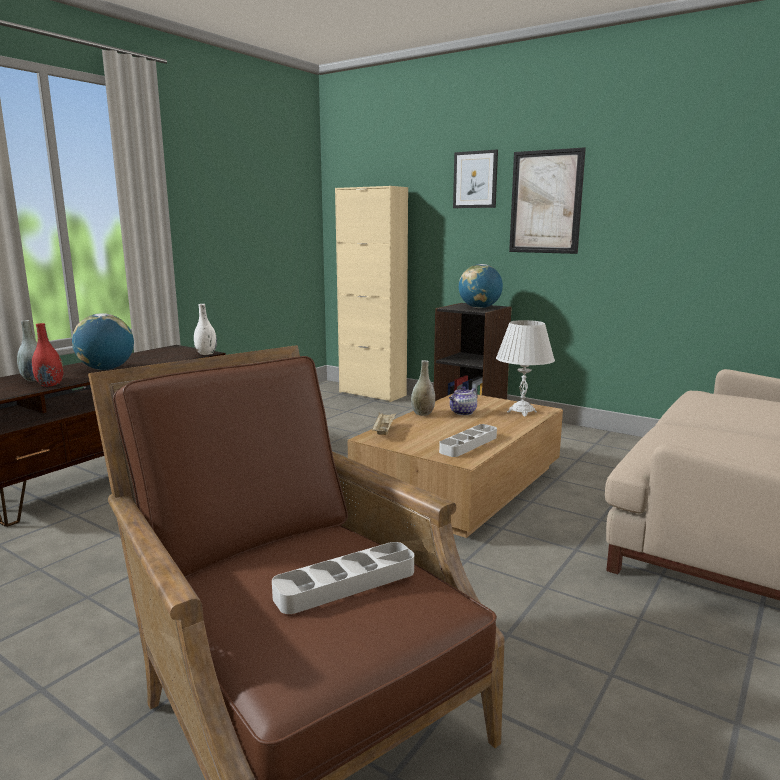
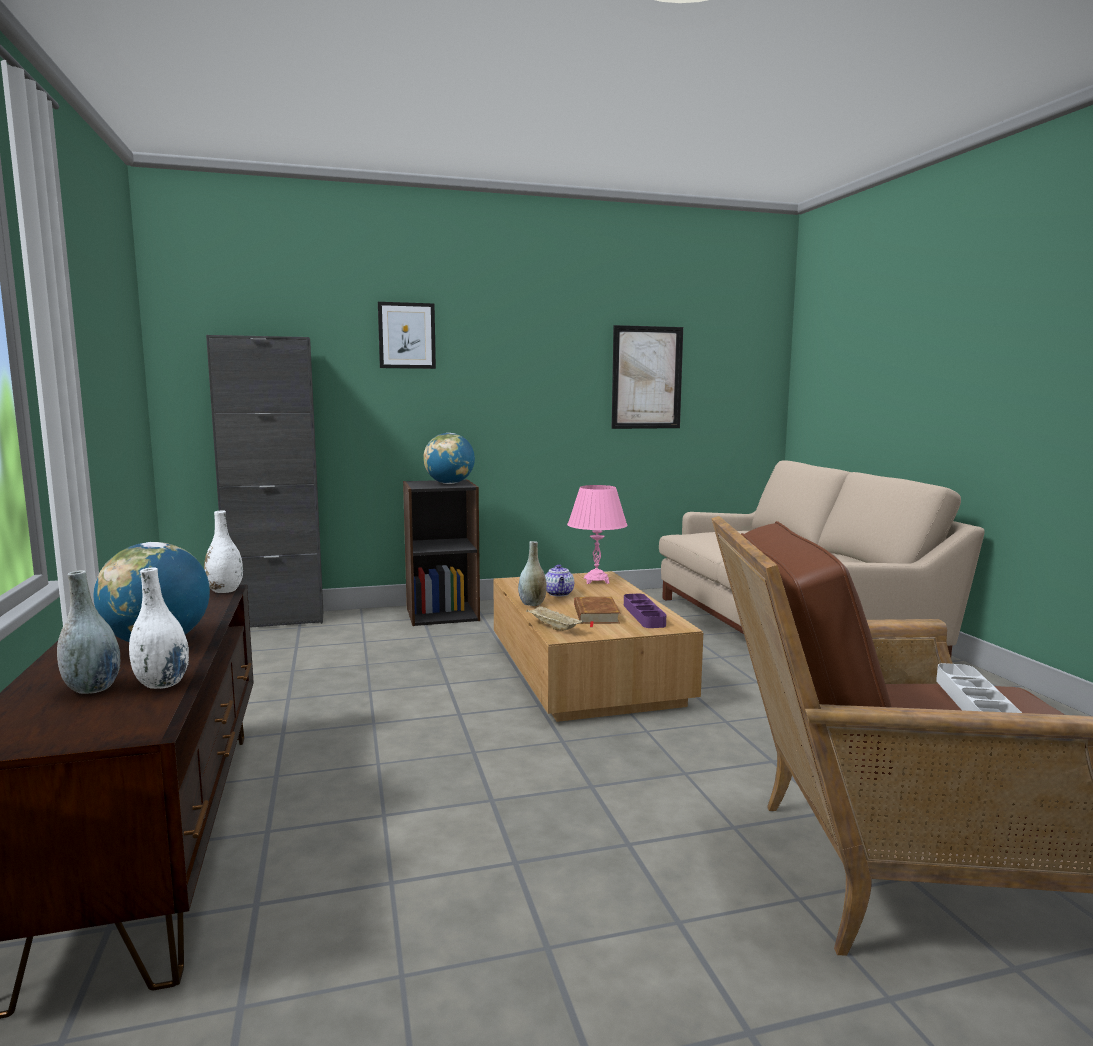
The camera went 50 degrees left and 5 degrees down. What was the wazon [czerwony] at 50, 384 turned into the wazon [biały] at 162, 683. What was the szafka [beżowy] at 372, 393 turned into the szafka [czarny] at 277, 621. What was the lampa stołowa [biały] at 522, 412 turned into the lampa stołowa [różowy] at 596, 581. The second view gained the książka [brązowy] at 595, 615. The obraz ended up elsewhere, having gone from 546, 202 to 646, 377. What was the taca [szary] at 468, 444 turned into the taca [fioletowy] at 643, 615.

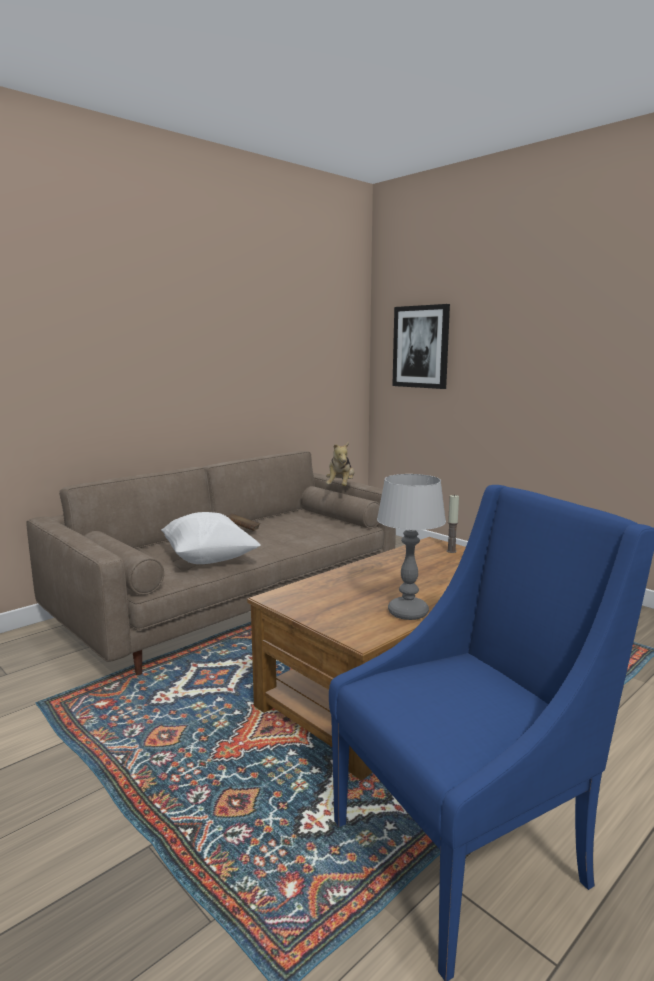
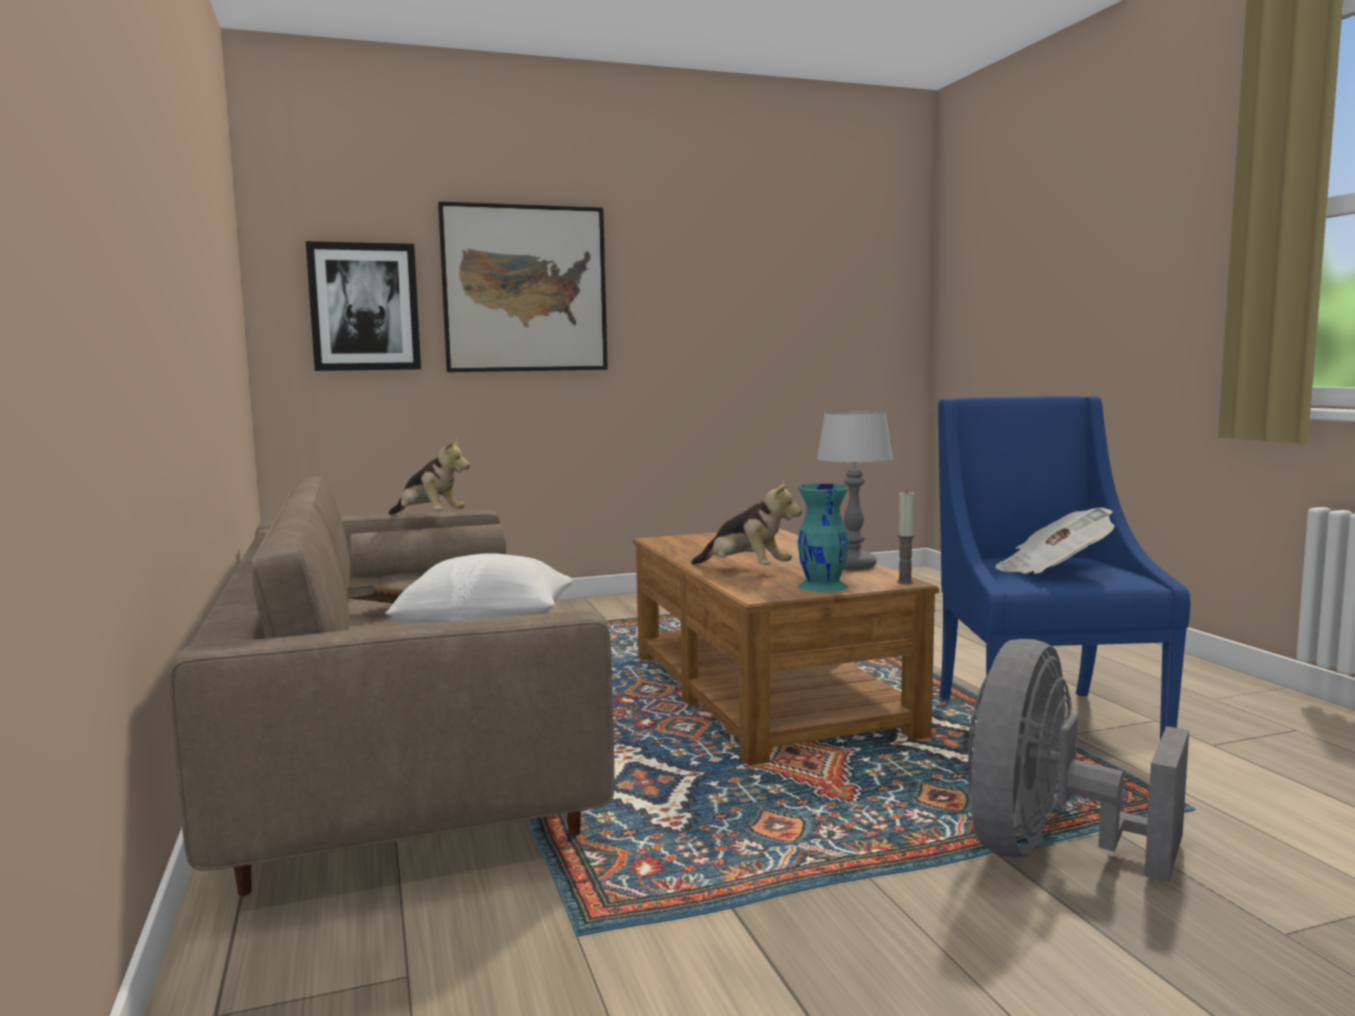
The camera went 65 degrees left and 5 degrees down. The second view gained the obraz at 525, 289. The second view gained the pluszak at 745, 570. The second view gained the wazon [turkusowy] at 823, 586. The świeca ended up elsewhere, having gone from 451, 551 to 905, 582. The second view gained the wentylator [szary] at 1048, 850. The second view gained the gazeta at 1052, 570.

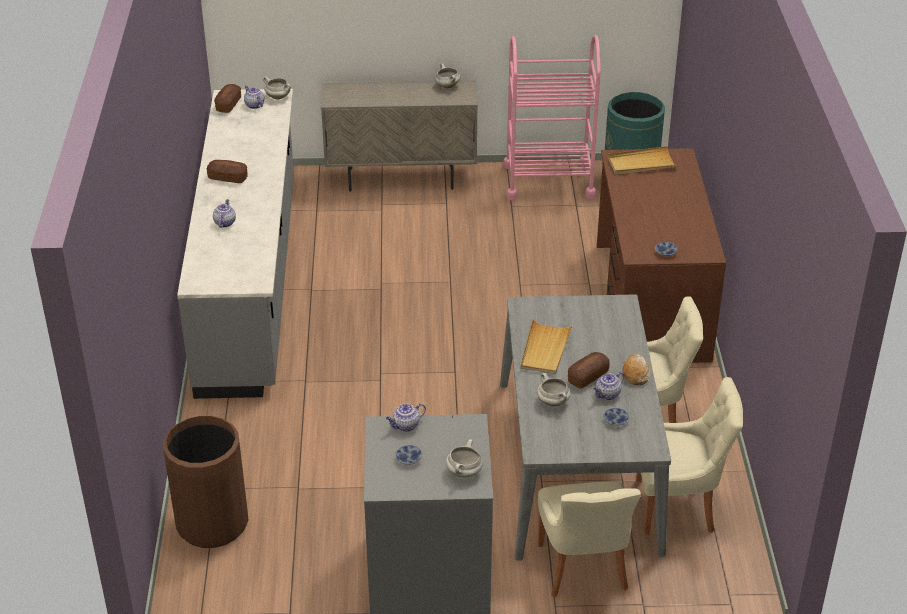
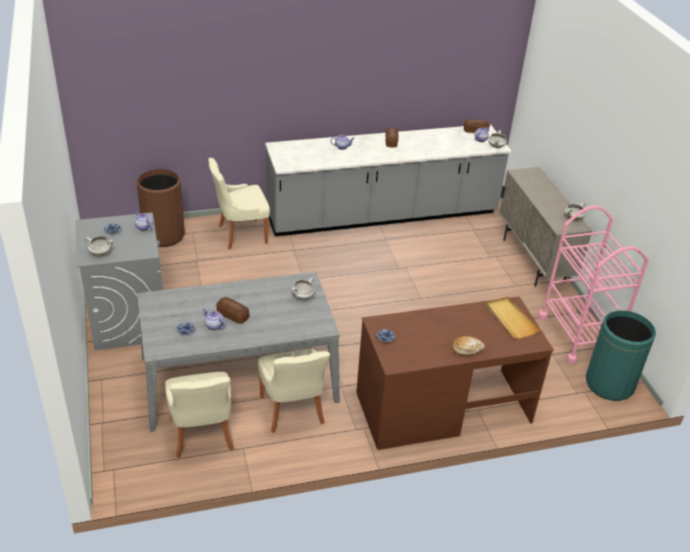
The camera went 75 degrees right and 0 degrees up. The krzesło [beżowy] ended up elsewhere, having gone from 584, 569 to 240, 234. The garnek [biały] ended up elsewhere, having gone from 553, 402 to 302, 297. The chleb ended up elsewhere, having gone from 636, 373 to 467, 349. The second view lost the taca [beżowy] at 545, 349.

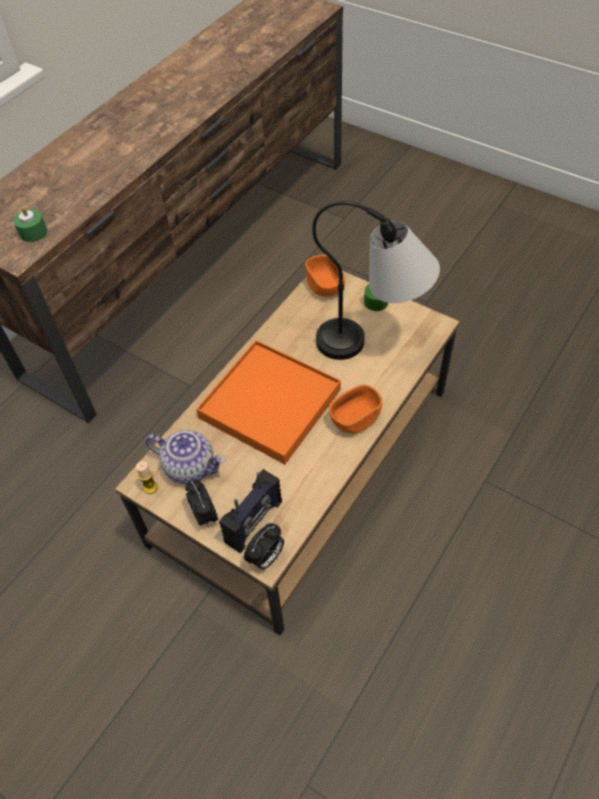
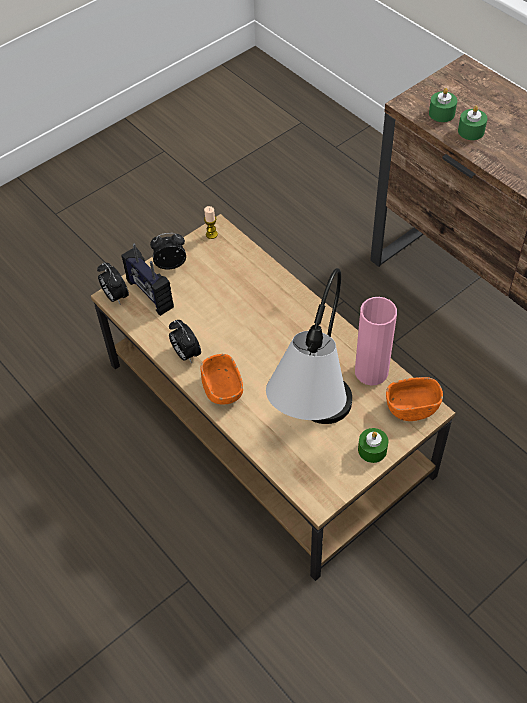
The camera went 105 degrees right and 0 degrees up. The second view gained the budzik at 186, 354. The second view gained the wazon [różowy] at 371, 371. The second view gained the świeca [zielony] at 471, 131. The second view lost the imbryk at 190, 466. The second view lost the taca [pomarańczowy] at 270, 404.

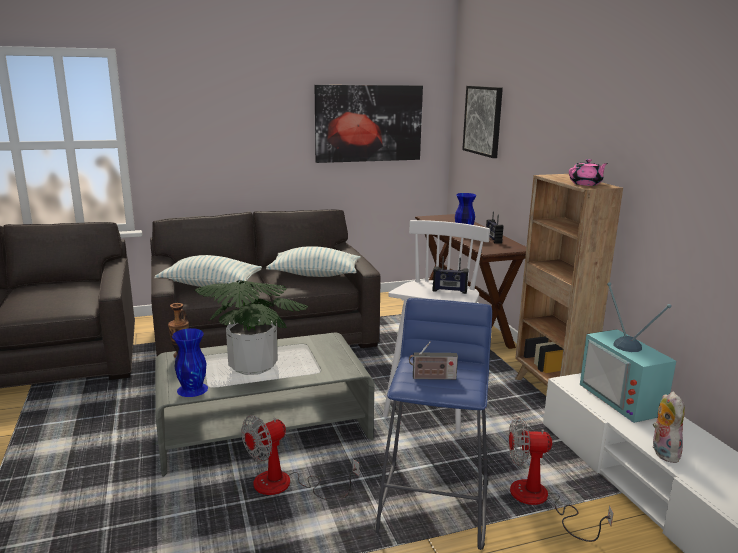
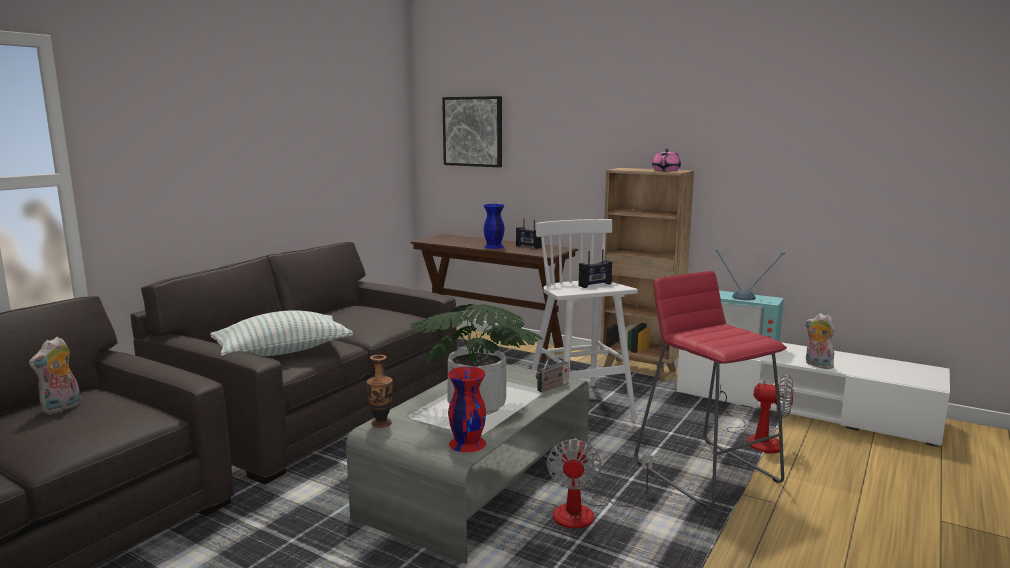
The camera went 40 degrees left and 5 degrees down. The second view gained the pluszak at 62, 408. What was the wazon [niebieski] at 192, 389 turned into the wazon [czerwony] at 466, 443. The radio ended up elsewhere, having gone from 432, 378 to 552, 387. What was the stołek [niebieski] at 434, 504 turned into the stołek [czerwony] at 706, 471. The wentylator at 540, 502 ended up facing another way, 120 degrees counterclockwise from before. The second view lost the poduszka at 315, 275. The second view lost the obraz at 368, 123.

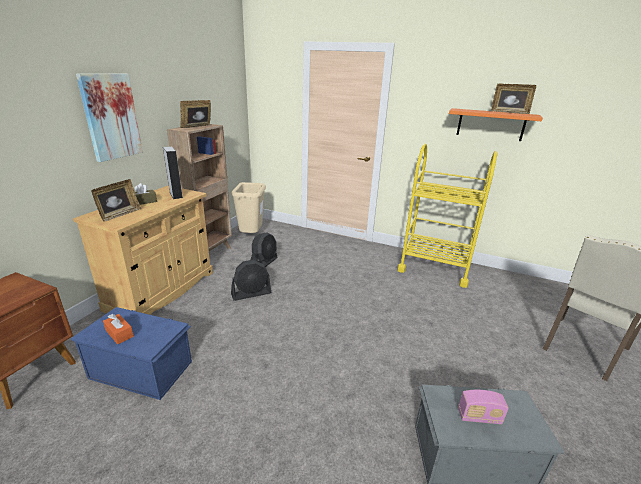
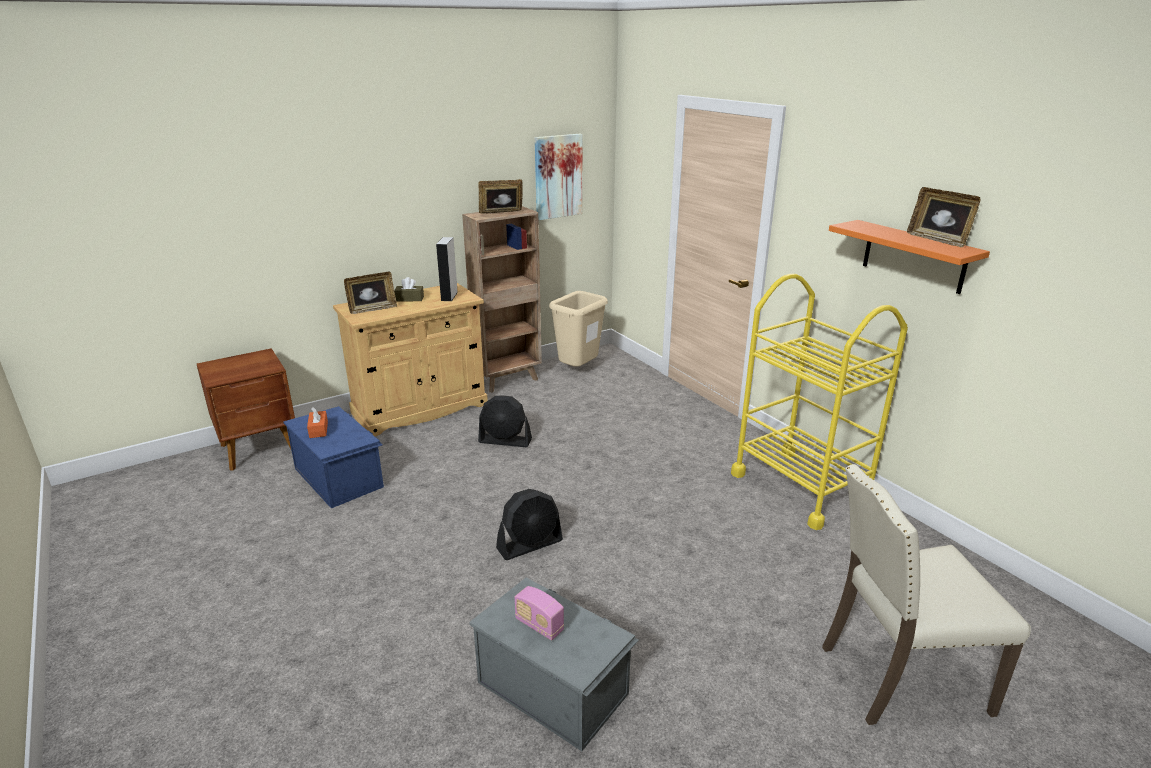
The camera went 35 degrees right and 0 degrees up. The wentylator [czarny] ended up elsewhere, having gone from 264, 263 to 530, 544. The obraz ended up elsewhere, having gone from 111, 117 to 558, 176.

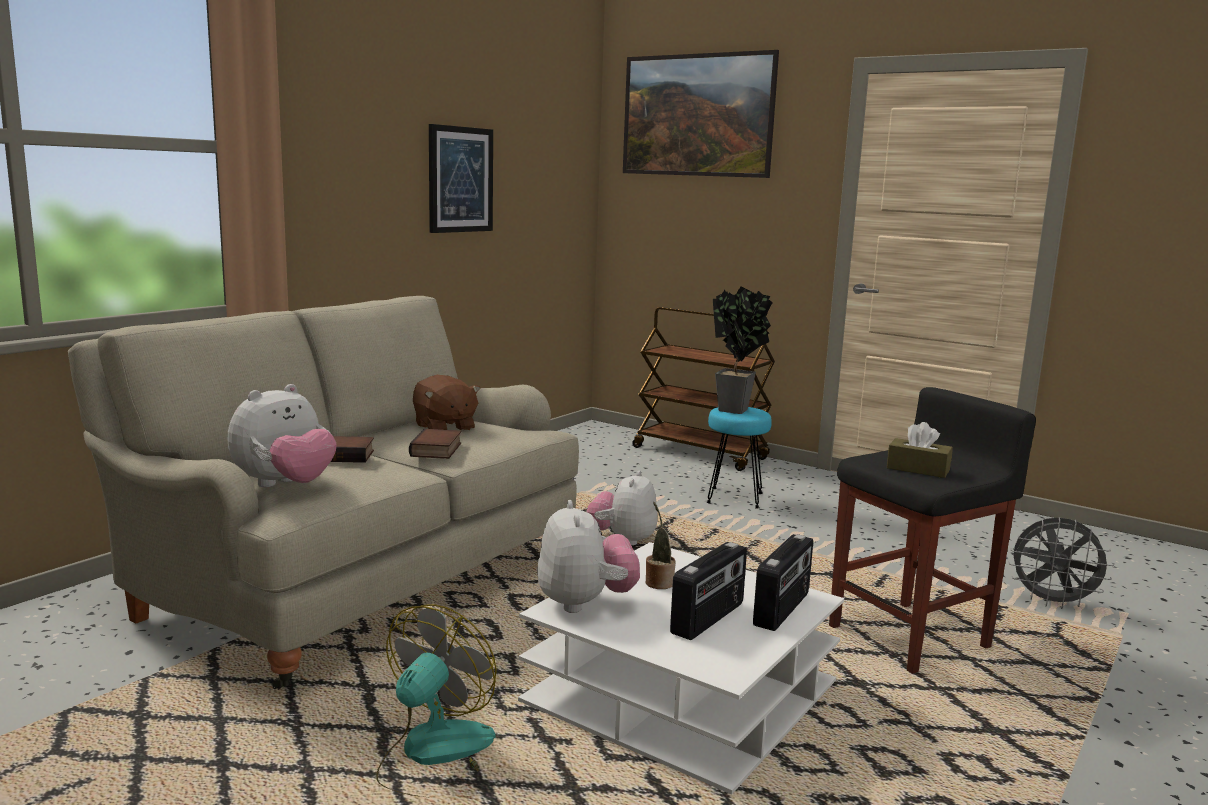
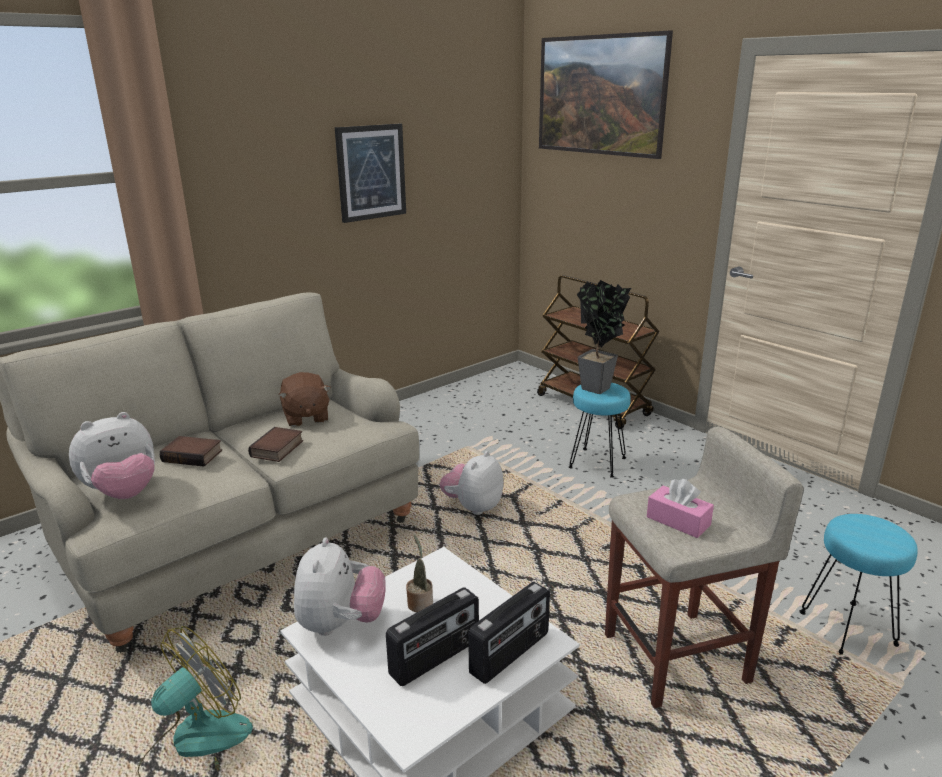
The camera went 15 degrees right and 10 degrees up. What was the stołek [czarny] at 910, 637 turned into the stołek [beżowy] at 677, 658. What was the pudełko chusteczek [brązowy] at 918, 469 turned into the pudełko chusteczek [różowy] at 678, 521. Where the wentylator [szary] stood at 1052, 602, the stołek [turkusowy] came to stand at 848, 628.

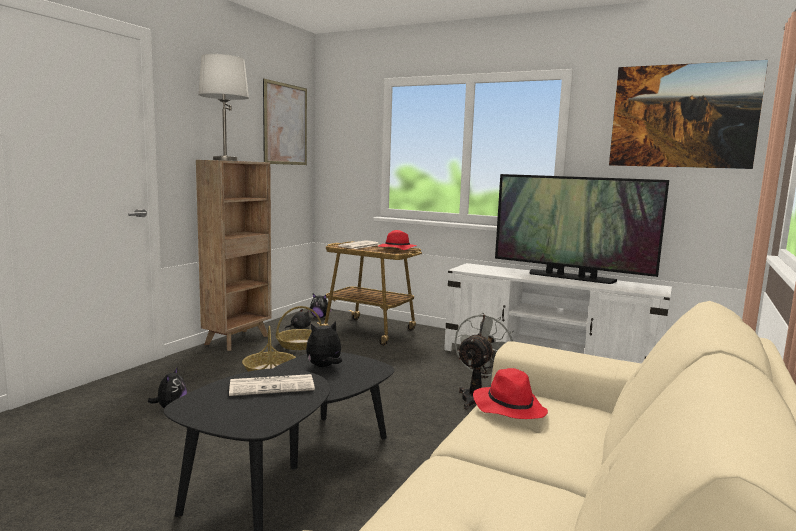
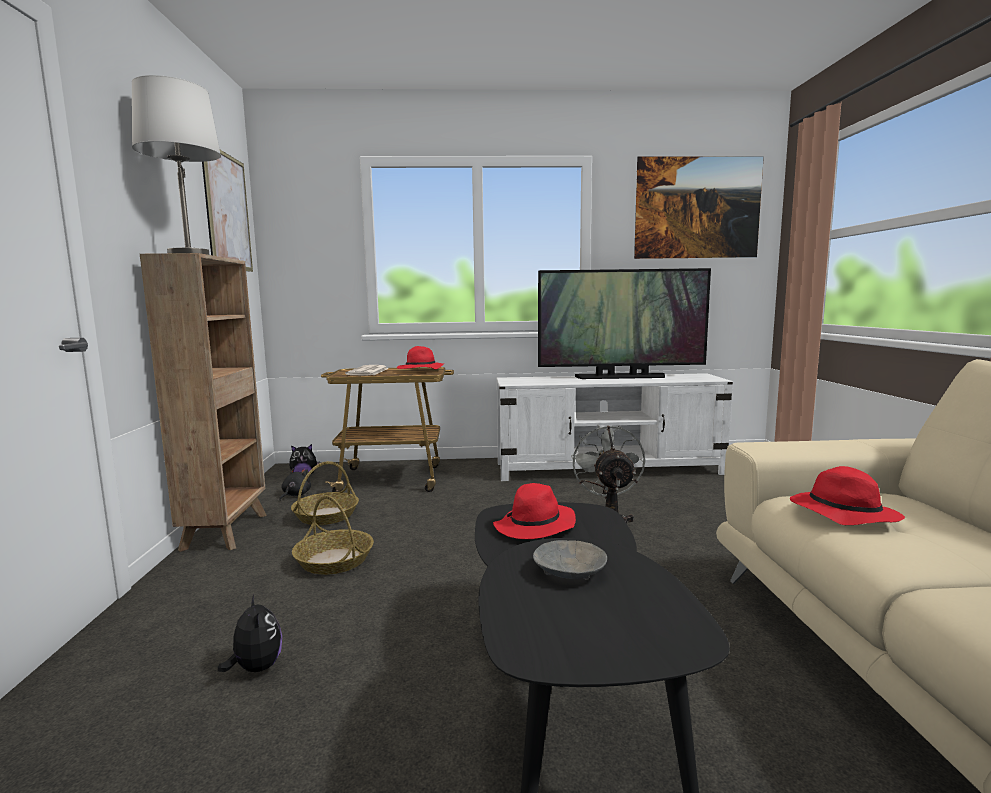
The camera went 30 degrees left and 0 degrees up. Where the pluszak stood at 324, 367, the kapelusz [czerwony] came to stand at 535, 527. Where the gazeta stood at 273, 386, the miska [szary] came to stand at 569, 571.

